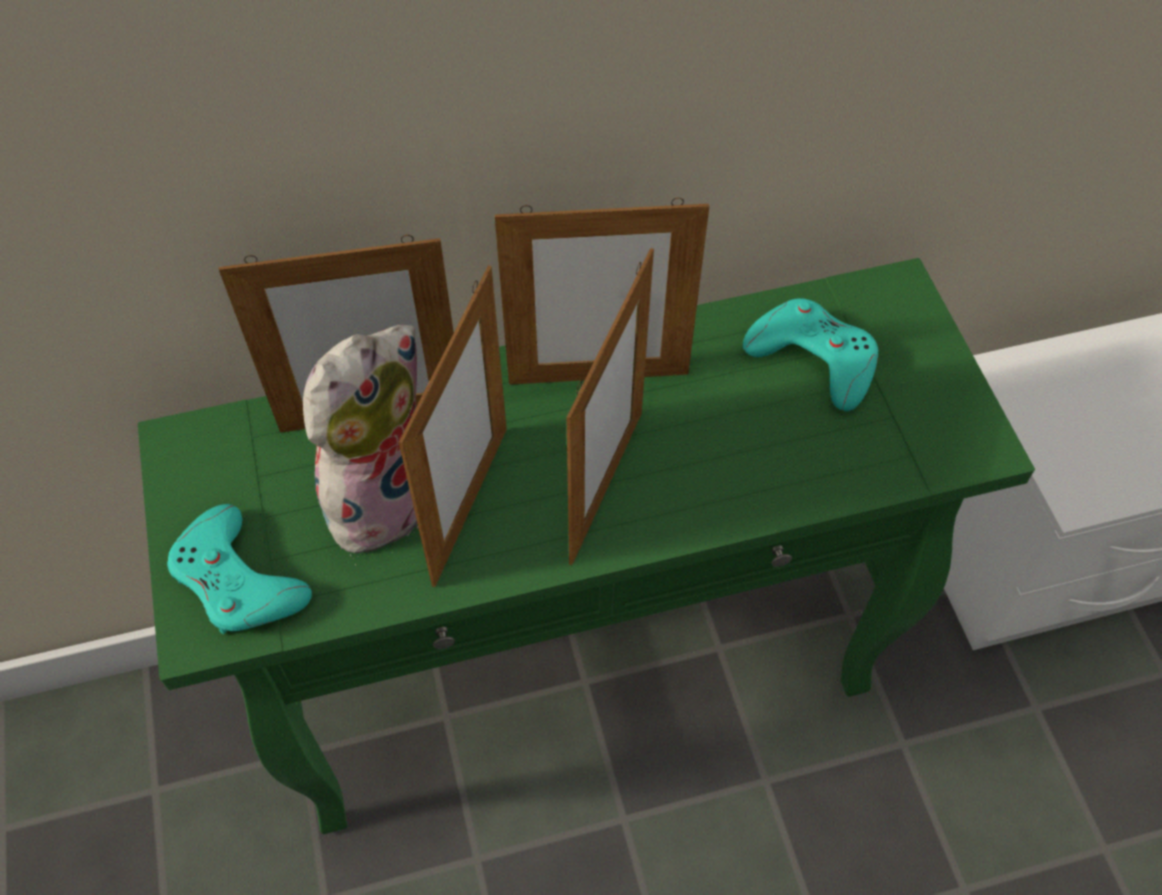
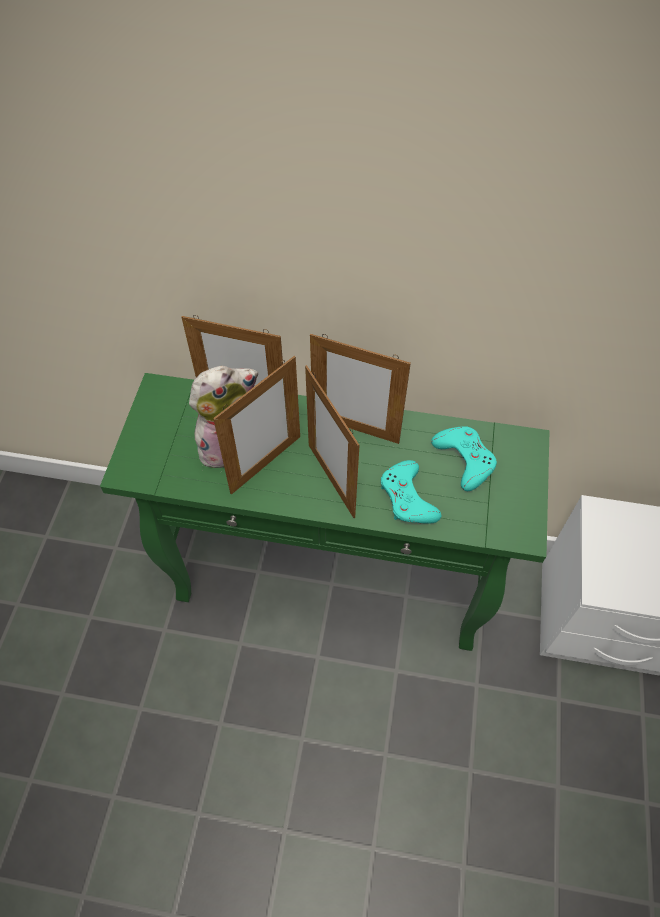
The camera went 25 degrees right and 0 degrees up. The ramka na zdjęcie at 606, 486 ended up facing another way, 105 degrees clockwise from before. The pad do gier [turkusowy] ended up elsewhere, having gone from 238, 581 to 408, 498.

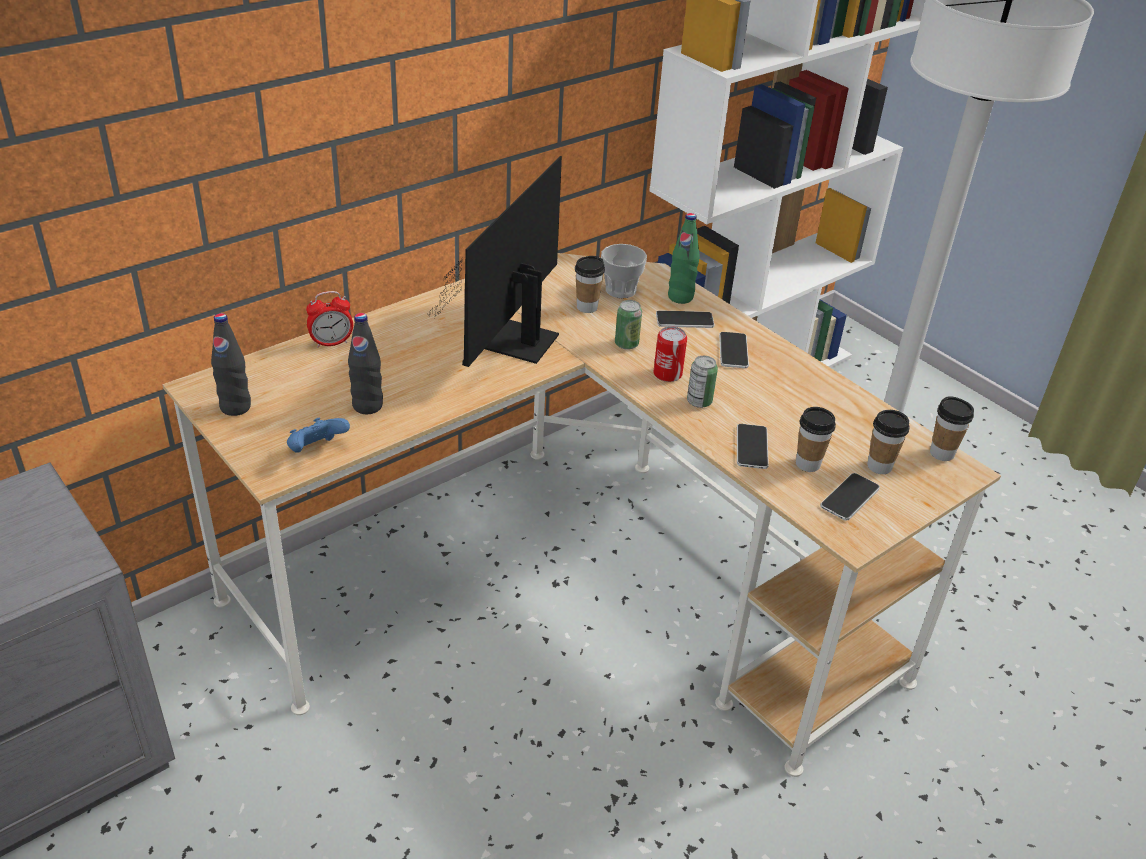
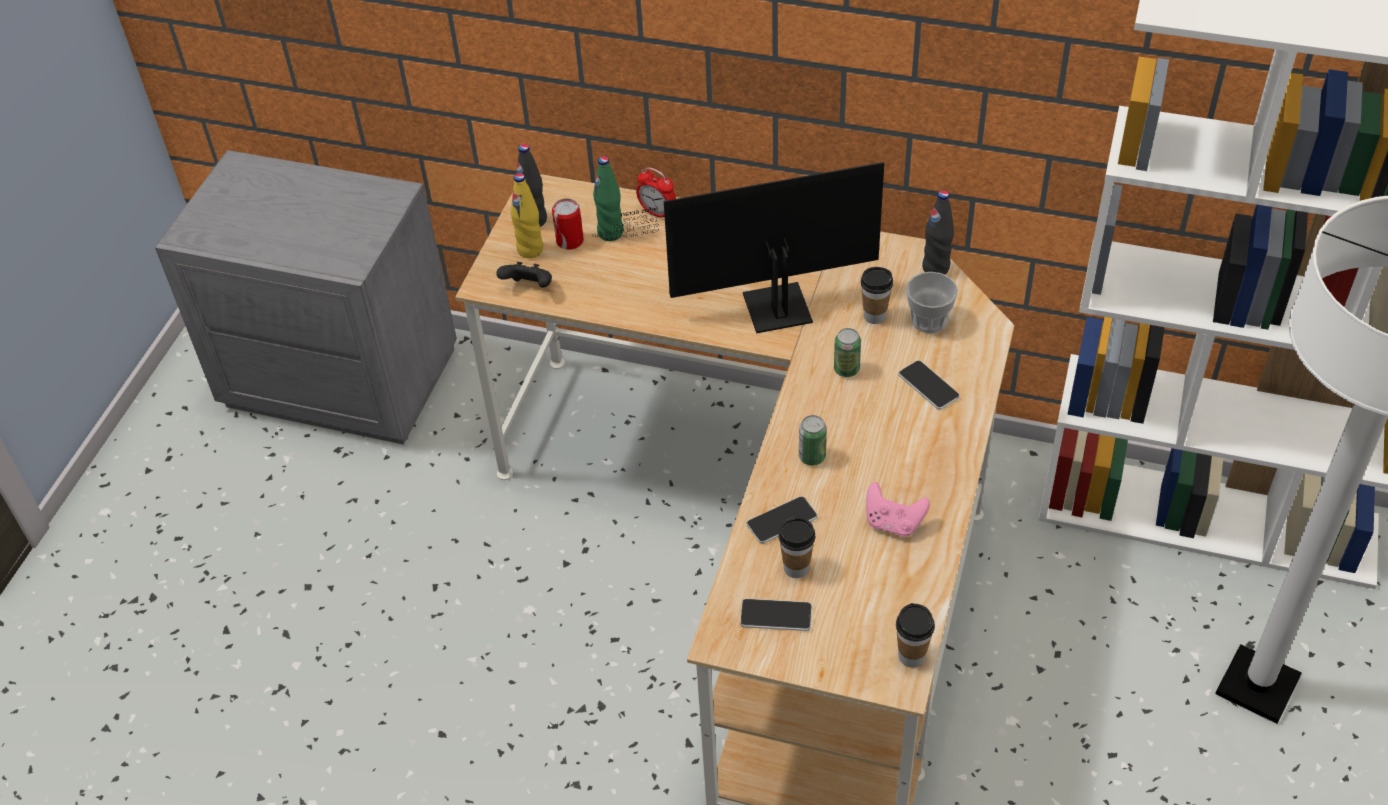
The camera went 60 degrees right and 10 degrees up. What was the pad do gier [niebieski] at 316, 450 turned into the pad do gier [czarny] at 529, 288. The second view gained the butelka [żółty] at 530, 250. The puszka ended up elsewhere, having gone from 667, 374 to 570, 241. The butelka [zielony] ended up elsewhere, having gone from 680, 297 to 610, 233. The second view gained the pad do gier [różowy] at 893, 523. The butelka [czarny] ended up elsewhere, having gone from 367, 406 to 936, 268. The second view lost the telefon at 733, 351. The second view lost the filiżanka at 879, 466.

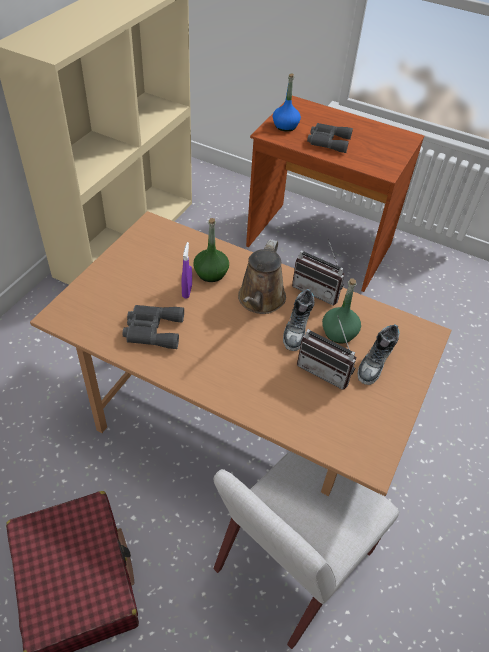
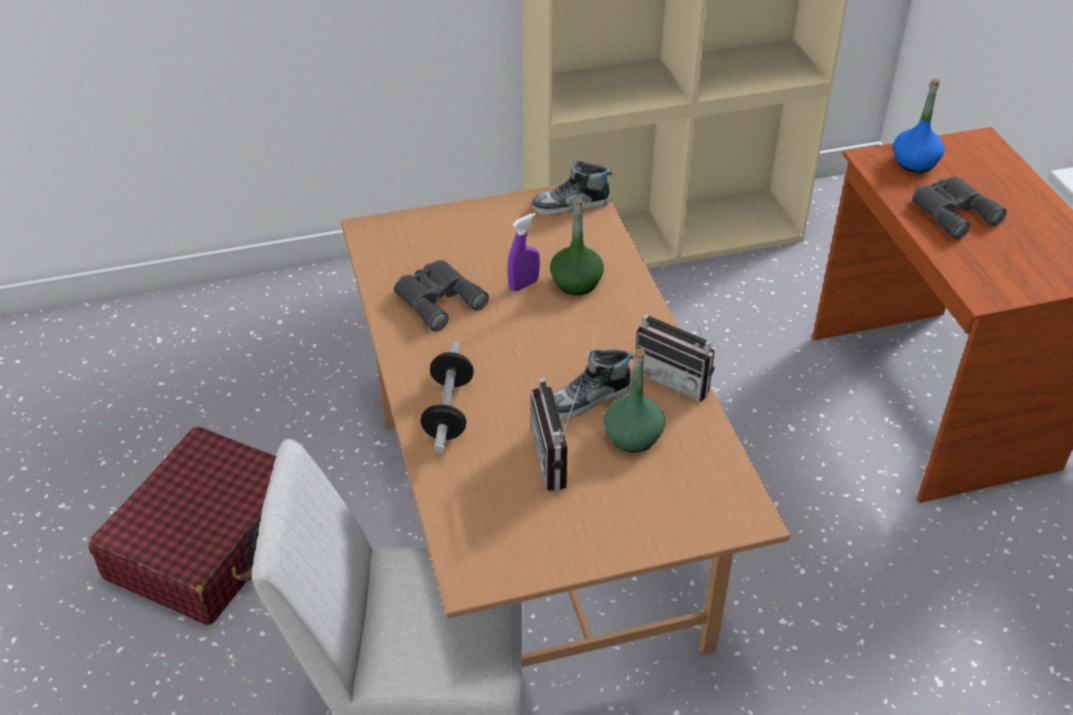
The camera went 50 degrees right and 5 degrees down. The second view gained the hantel at 448, 411. The but ended up elsewhere, having gone from 375, 363 to 570, 205. The radio at 318, 290 ended up facing another way, 45 degrees counterclockwise from before. The second view lost the konewka [brązowy] at 260, 300.

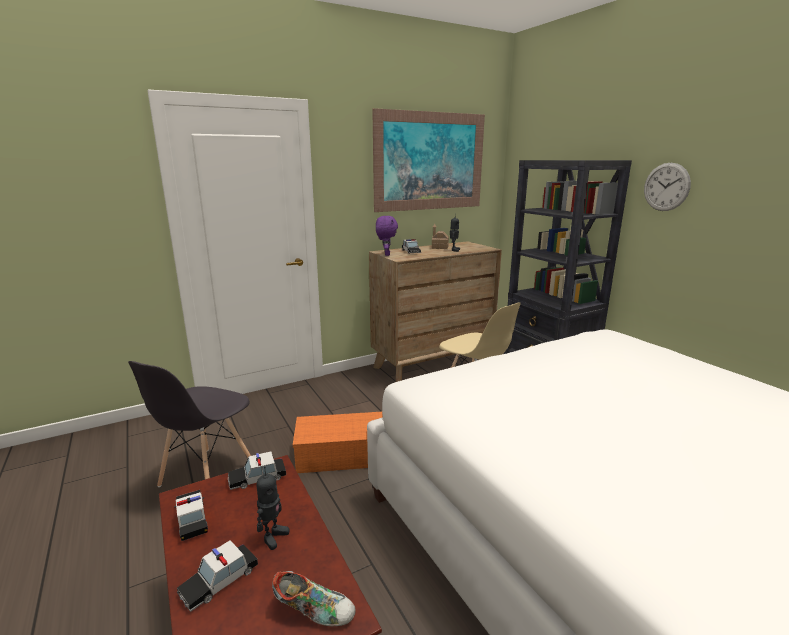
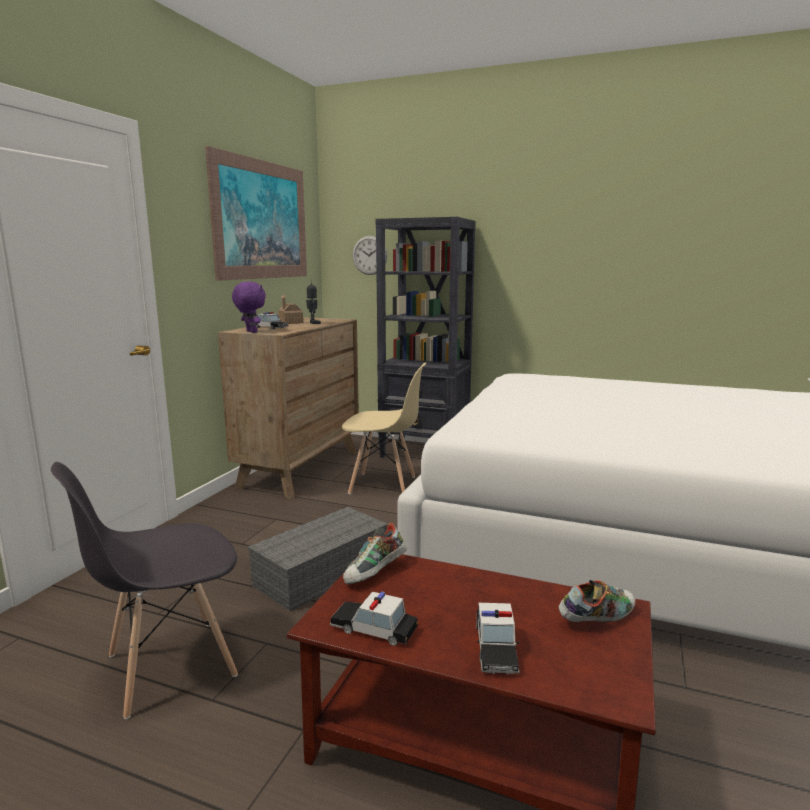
The camera went 40 degrees left and 5 degrees down. The krzesło [szary] at 207, 475 ended up facing another way, 75 degrees clockwise from before. What was the pojemnik do przechowywania [pomarańczowy] at 347, 453 turned into the pojemnik do przechowywania [szary] at 322, 571. Where the samochodzik stood at 257, 478, the but came to stand at 375, 574. The zegar ścienny ended up elsewhere, having gone from 666, 187 to 369, 255. The second view lost the robot zabawkowy at 273, 537.

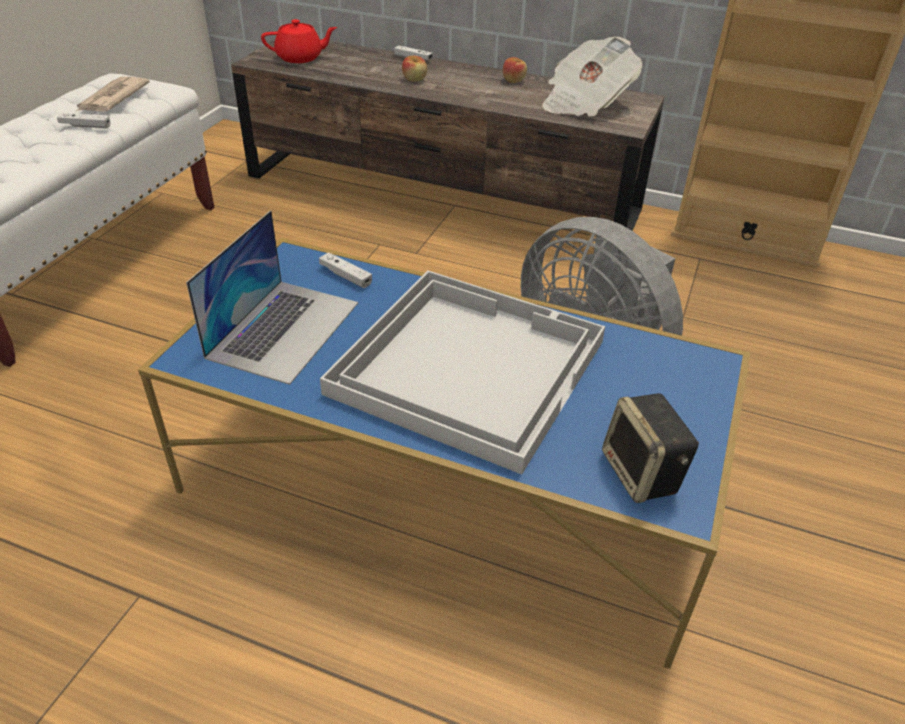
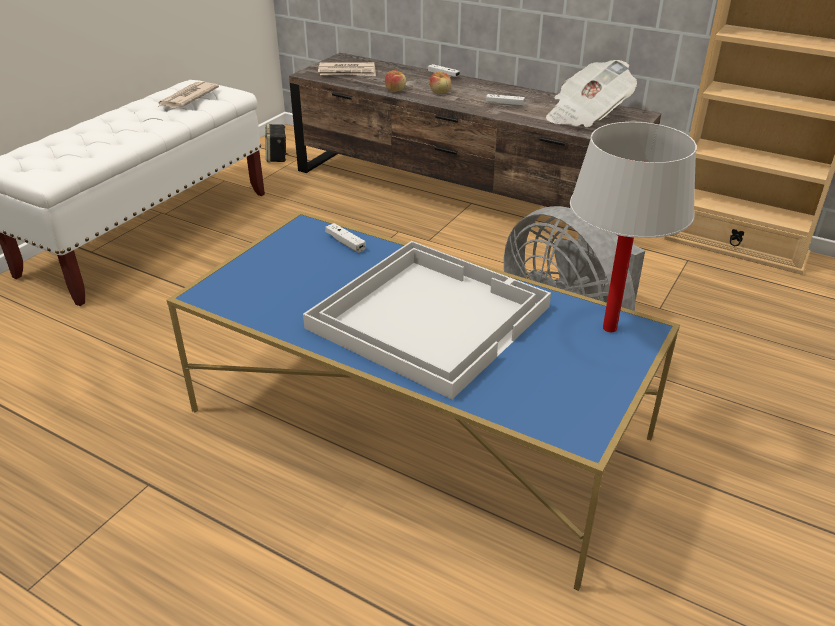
The camera went 10 degrees right and 5 degrees down. The głośnik ended up elsewhere, having gone from 642, 474 to 277, 157. Where the imbryk [czerwony] stood at 300, 58, the gazeta came to stand at 347, 72. The jabłko ended up elsewhere, having gone from 513, 80 to 395, 90. The pad do gier [biały] ended up elsewhere, having gone from 85, 126 to 504, 104. The second view gained the lampa stołowa [biały] at 609, 328. The second view lost the laptop at 284, 329.

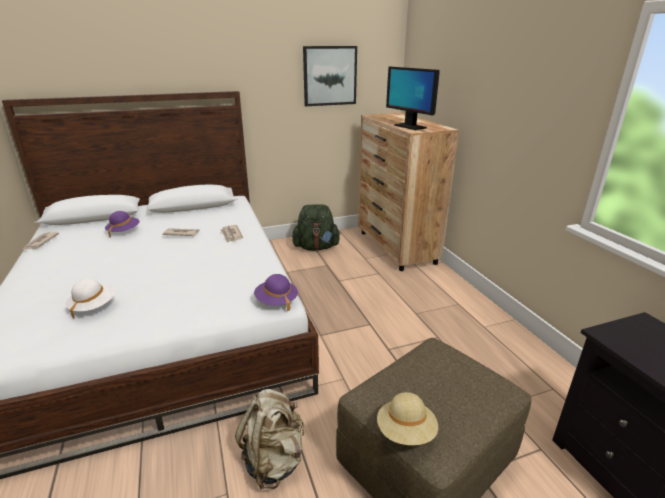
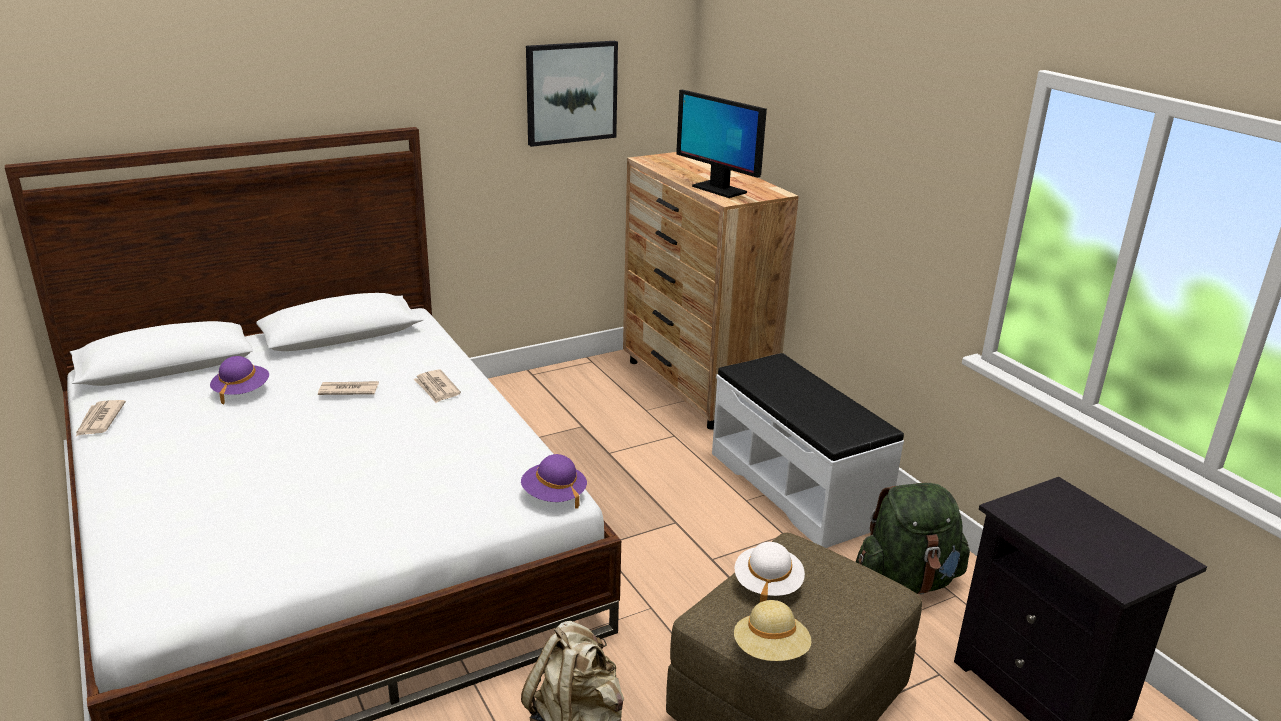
The camera went 10 degrees left and 0 degrees up. The second view gained the ławka [biały] at 797, 487. The kapelusz [biały] ended up elsewhere, having gone from 93, 306 to 767, 585. The plecak [zielony] ended up elsewhere, having gone from 316, 247 to 907, 581.

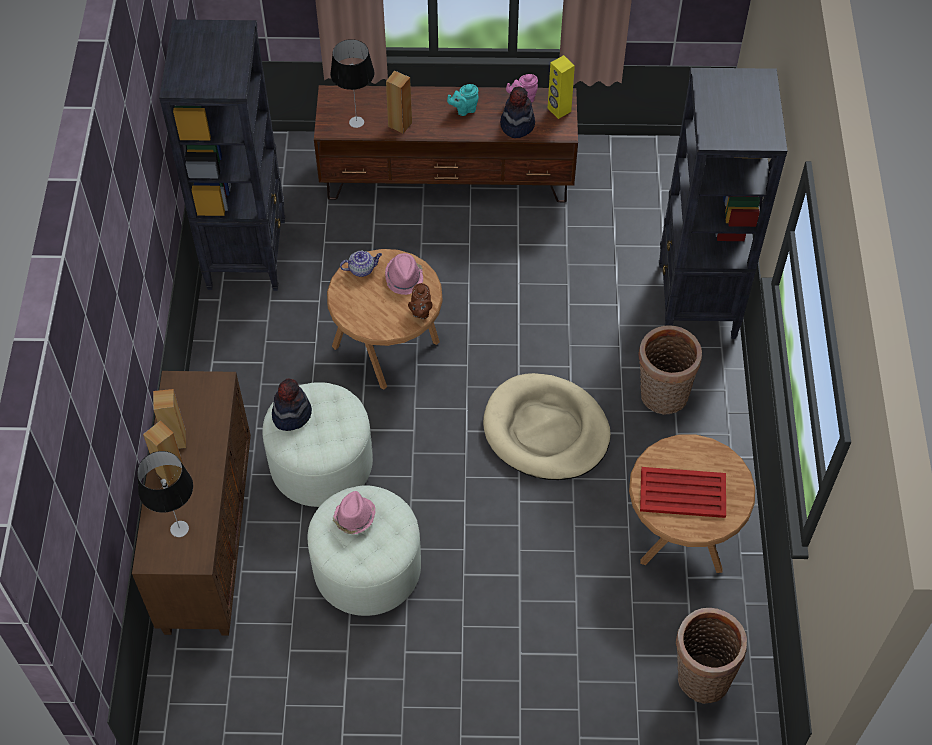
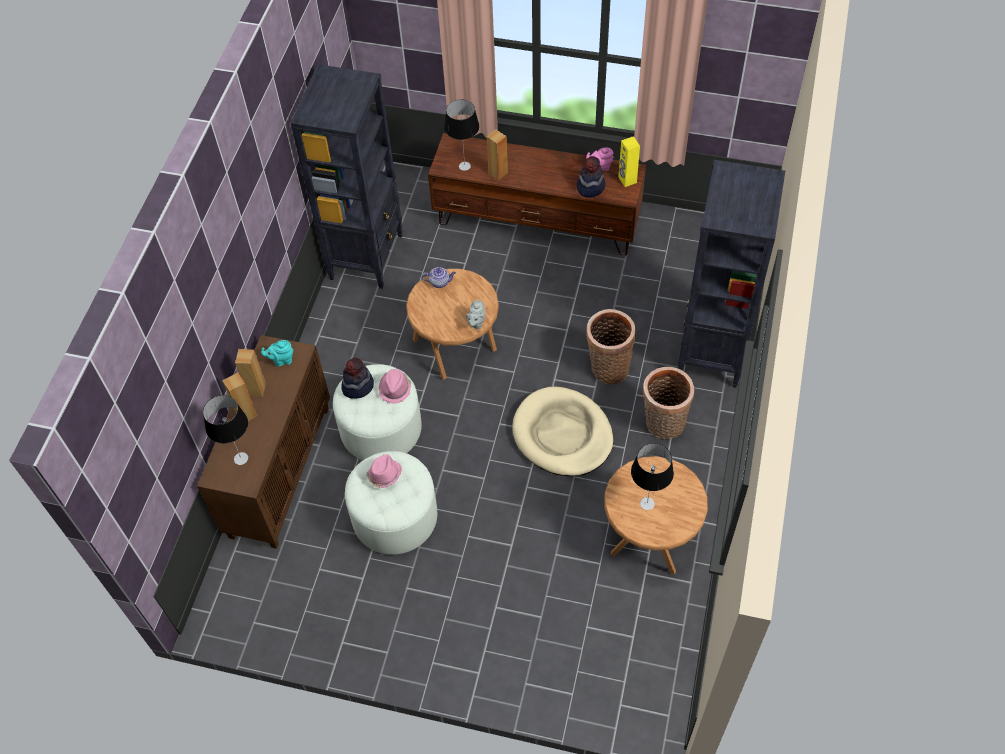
The camera went 15 degrees right and 0 degrees up. The imbryk [turkusowy] ended up elsewhere, having gone from 464, 109 to 281, 360. The kapelusz [różowy] ended up elsewhere, having gone from 404, 278 to 395, 388. What was the imbryk [brązowy] at 420, 312 turned into the imbryk [szary] at 476, 323. The koszyk ended up elsewhere, having gone from 699, 677 to 607, 367. Where the taca [czerwony] stood at 683, 493, the lampa stołowa came to stand at 647, 504.

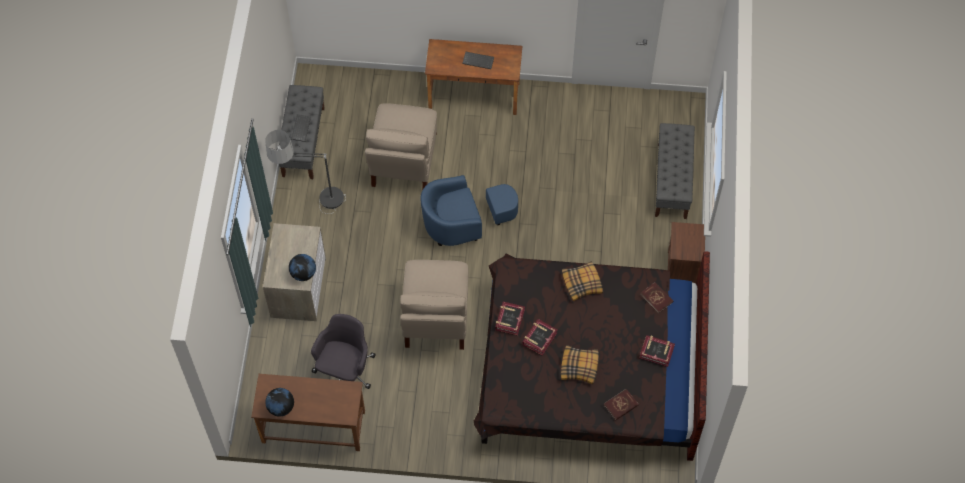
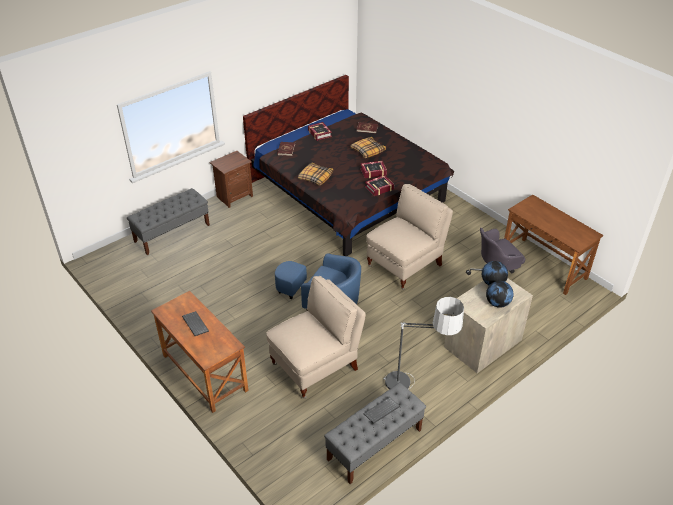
The camera went 135 degrees left and 20 degrees down. The globus ended up elsewhere, having gone from 281, 407 to 497, 303.

